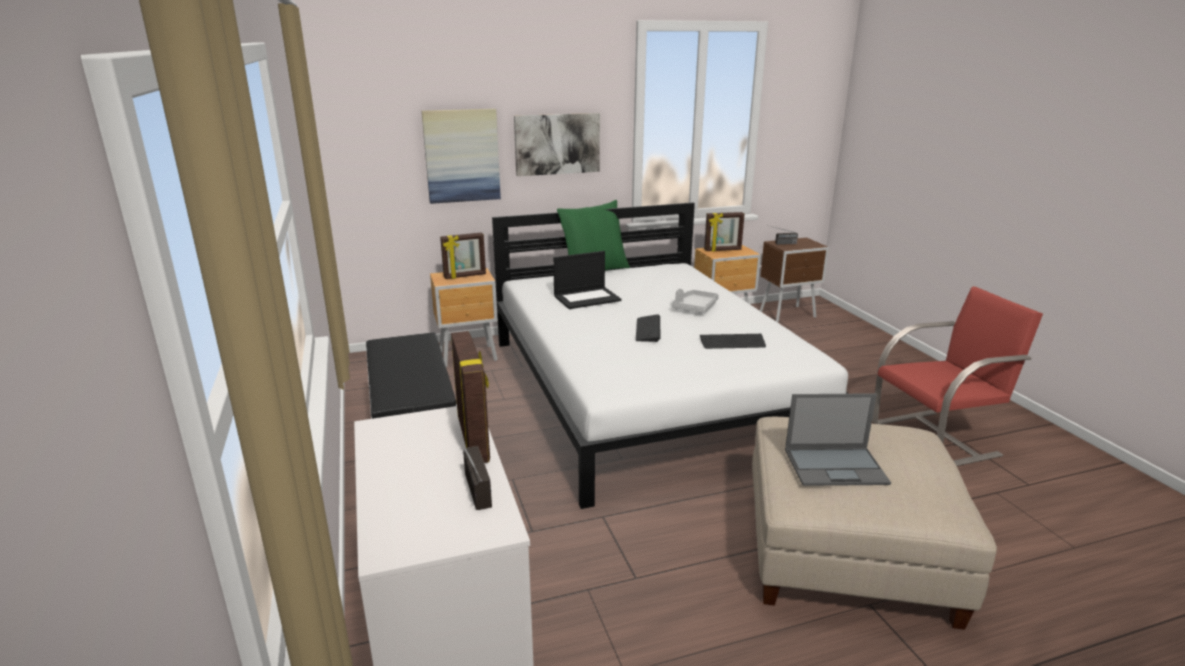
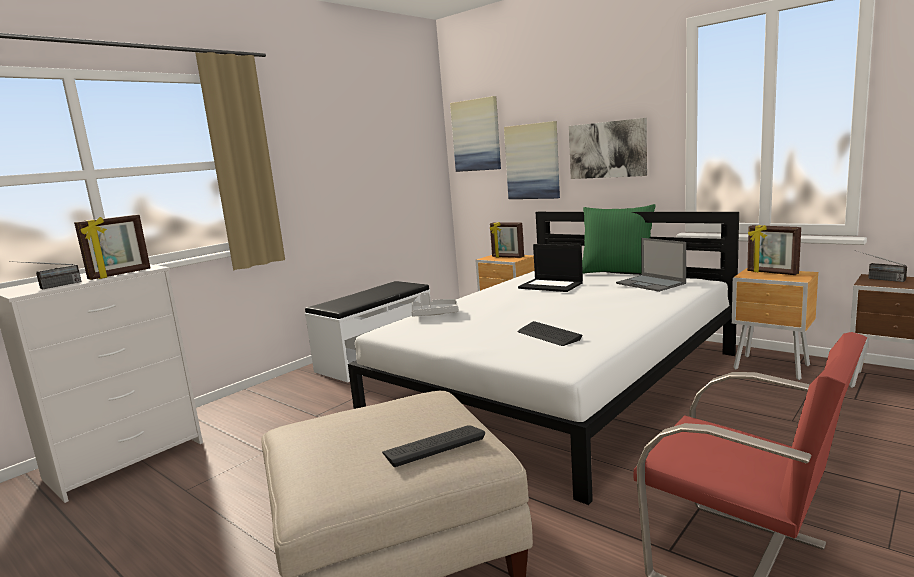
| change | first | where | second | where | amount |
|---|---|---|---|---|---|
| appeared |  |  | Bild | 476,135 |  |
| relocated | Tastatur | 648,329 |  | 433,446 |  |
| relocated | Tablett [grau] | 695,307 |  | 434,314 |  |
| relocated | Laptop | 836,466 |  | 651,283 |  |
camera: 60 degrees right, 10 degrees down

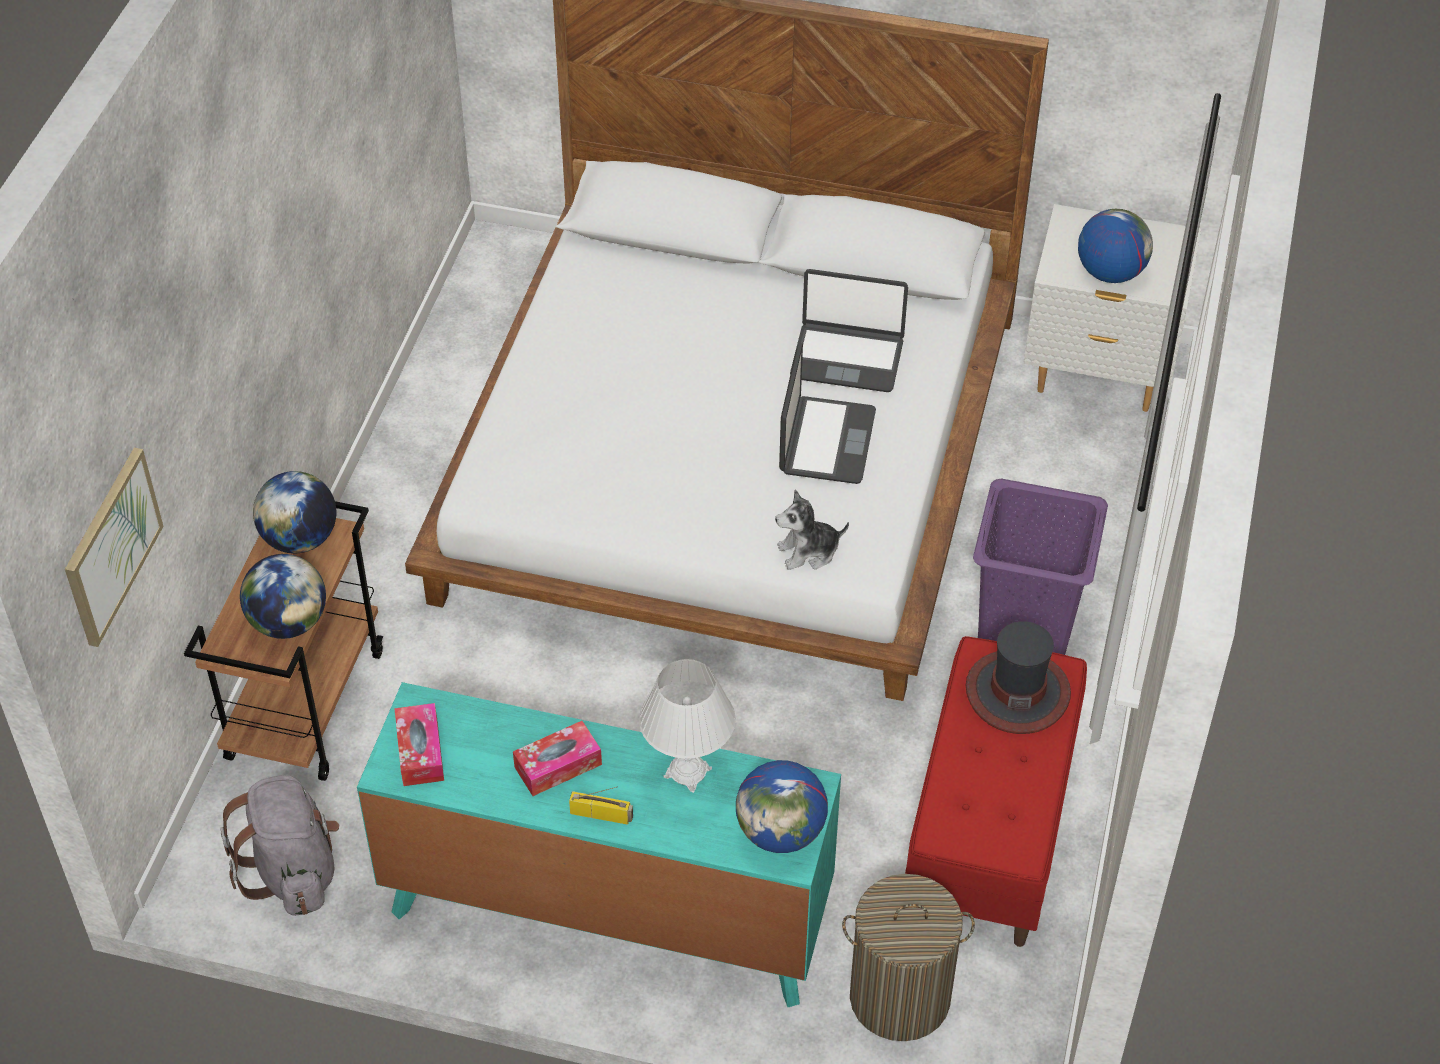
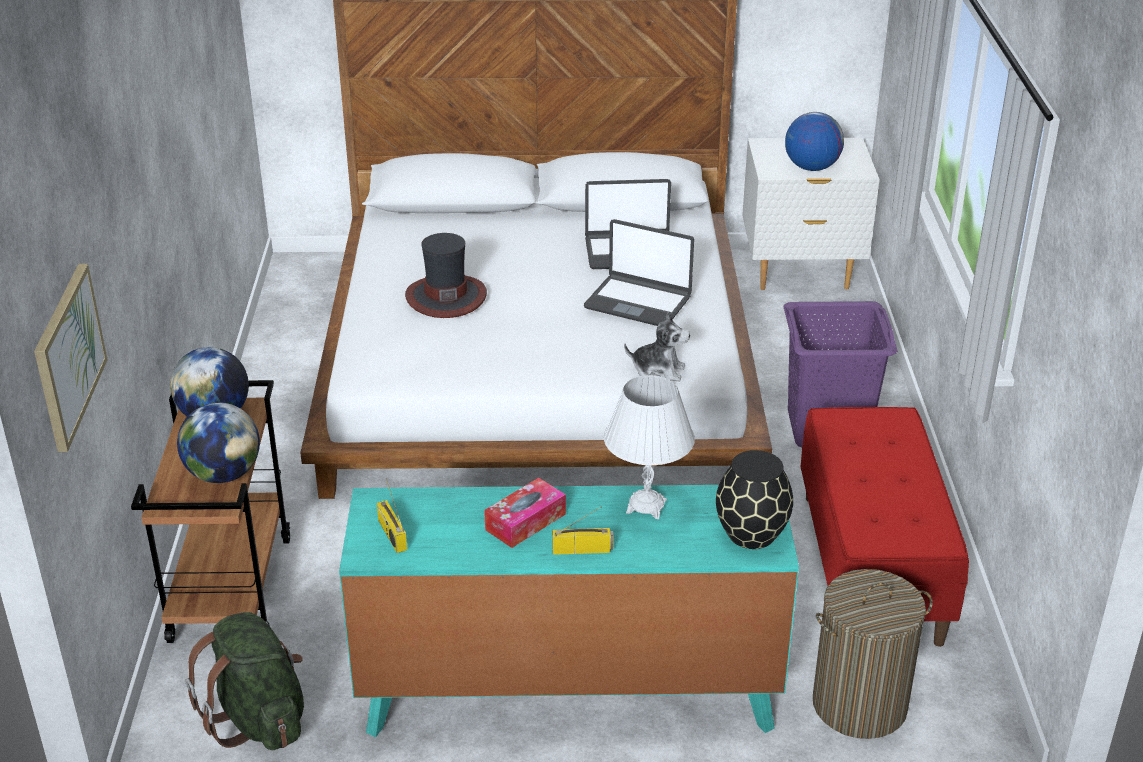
| change | first | where | second | where | amount |
|---|---|---|---|---|---|
| relocated | Hut | 1017,691 |  | 446,296 |  |
| exchanged | Taschentuchbox | 420,752 | Radio | 391,534 |  |
| exchanged | Globus | 781,832 | Vase [schwarz] | 752,533 |  |
| colour | Rucksack [grau] | 293,872 | Rucksack [grün] | 259,719 |  |
| spun | Plüschtier | 808,552 |  | 658,370 | 135 degrees counterclockwise |
| spun | Laptop | 826,441 |  | 638,302 | 120 degrees clockwise |
camera: 15 degrees left, 15 degrees down

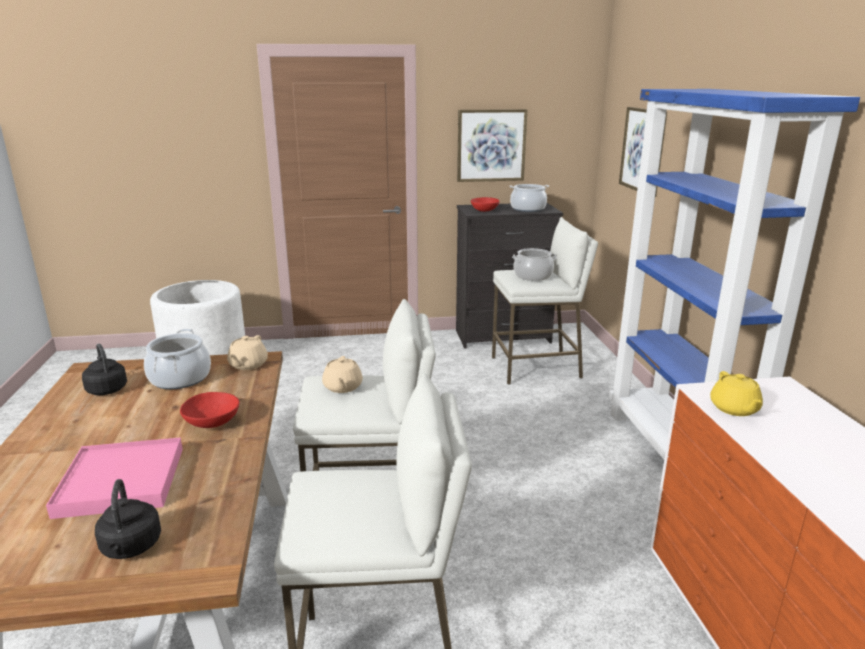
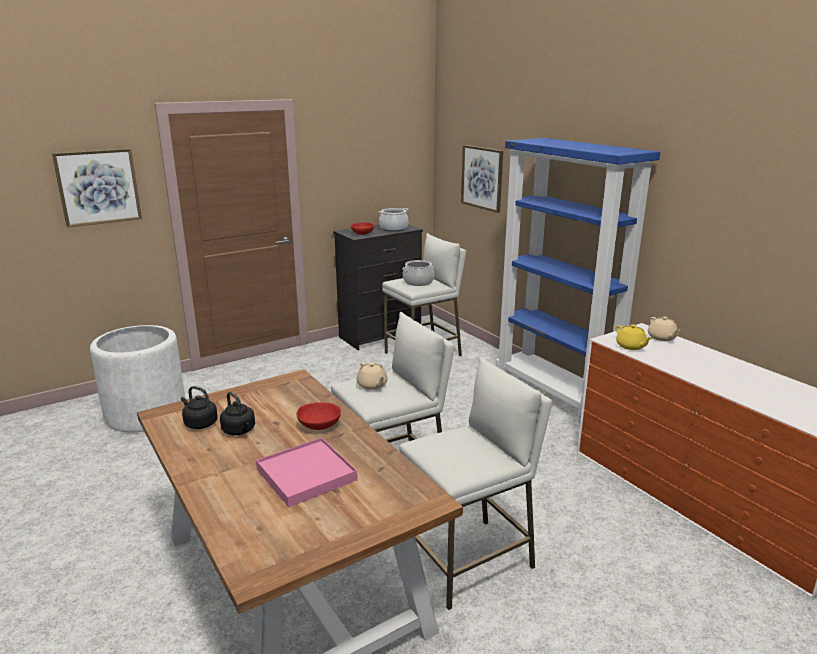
| change | first | where | second | where | amount |
|---|---|---|---|---|---|
| missing | Kochtopf | 180,378 |  |  |  |
| relocated | Wasserkessel [schwarz] | 131,548 |  | 239,431 |  |
| relocated | Teekanne [beige] | 247,365 |  | 662,338 |  |
| relocated | Bild | 491,145 |  | 98,187 |  |
camera: 25 degrees left, 0 degrees up

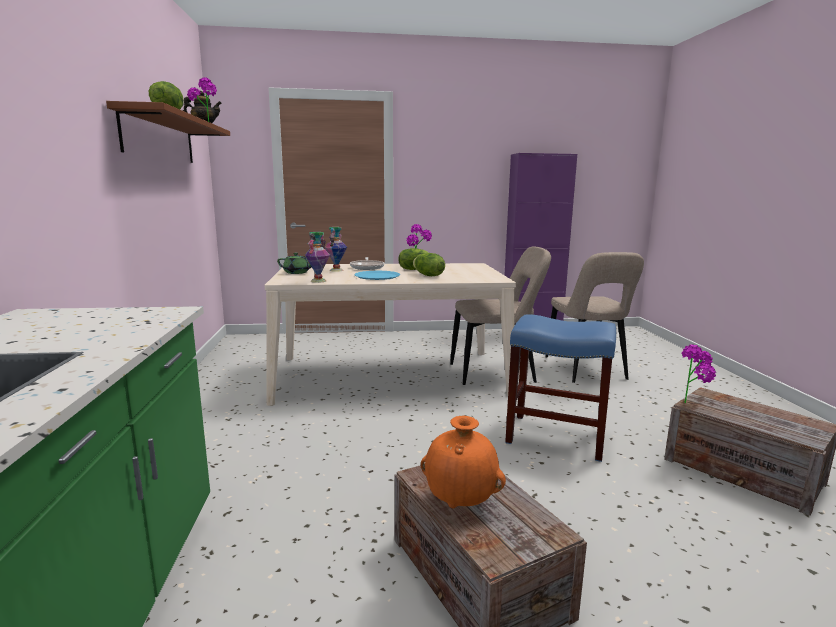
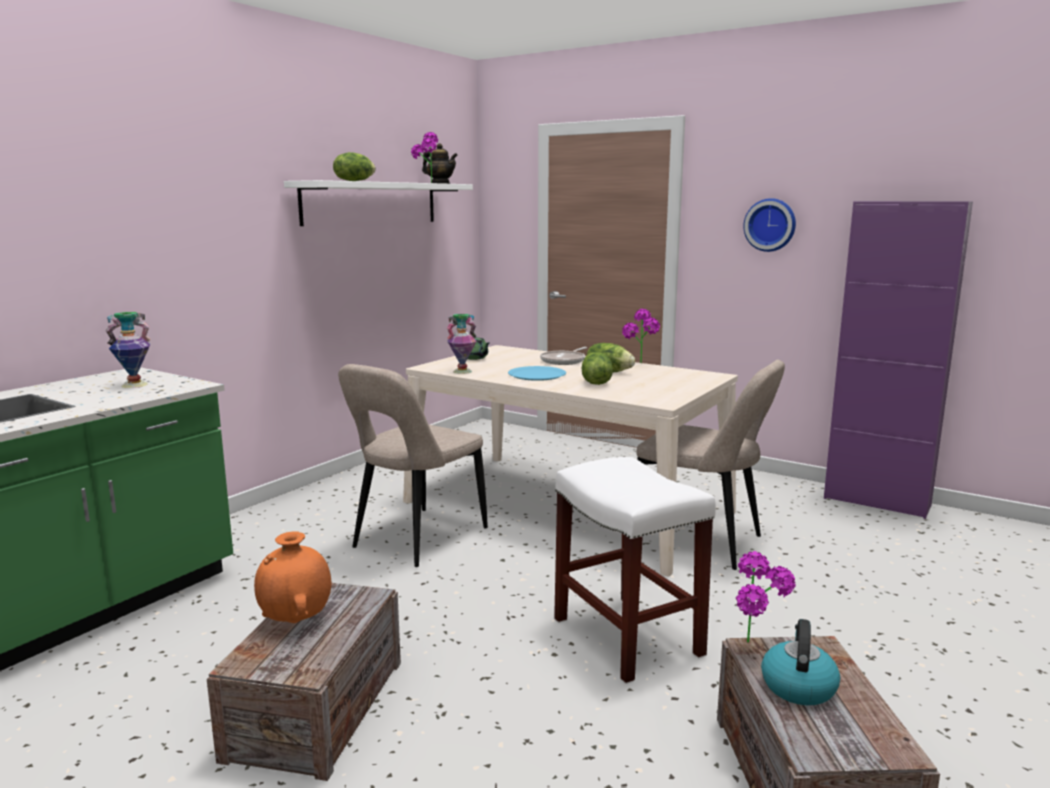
| change | first | where | second | where | amount |
|---|---|---|---|---|---|
| appeared |  |  | Wanduhr | 770,225 |  |
| appeared |  |  | Wasserkessel | 798,686 |  |
| relocated | Vase | 337,270 |  | 134,385 |  |
| relocated | Stuhl [beige] | 586,370 |  | 416,540 |  |
| colour | Wandregal [braun] | 160,138 | Wandregal [weiß] | 371,203 |  |
| colour | Hocker [blau] | 557,436 | Hocker [weiß] | 628,637 |  |
camera: 40 degrees right, 0 degrees up

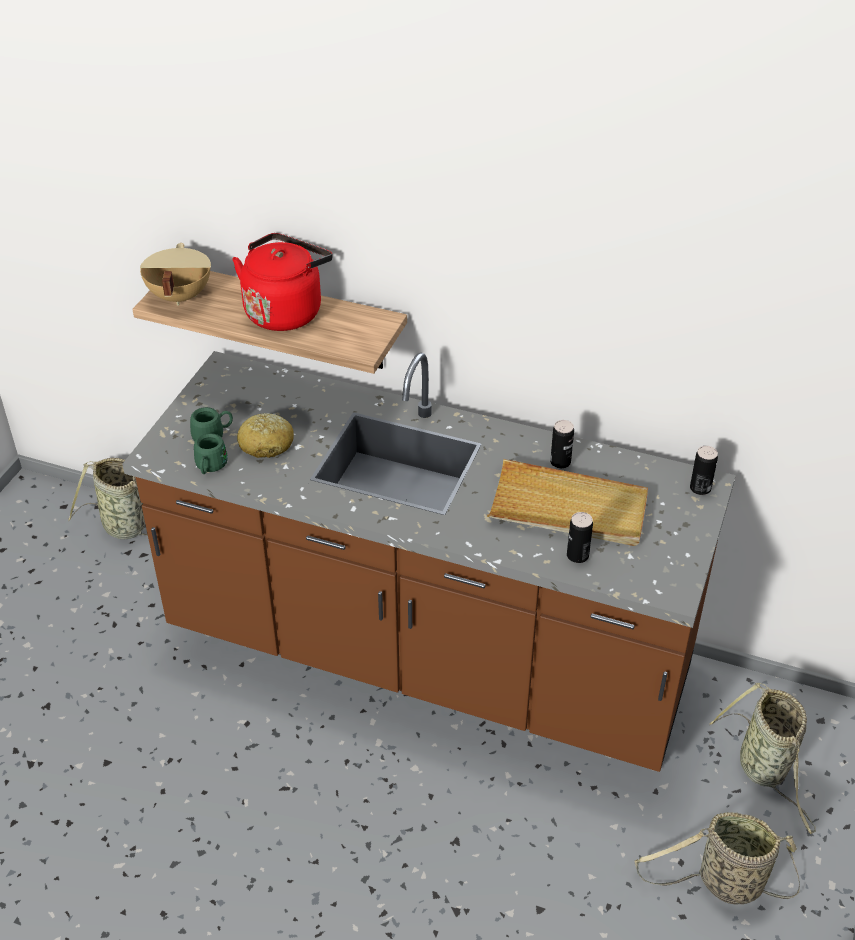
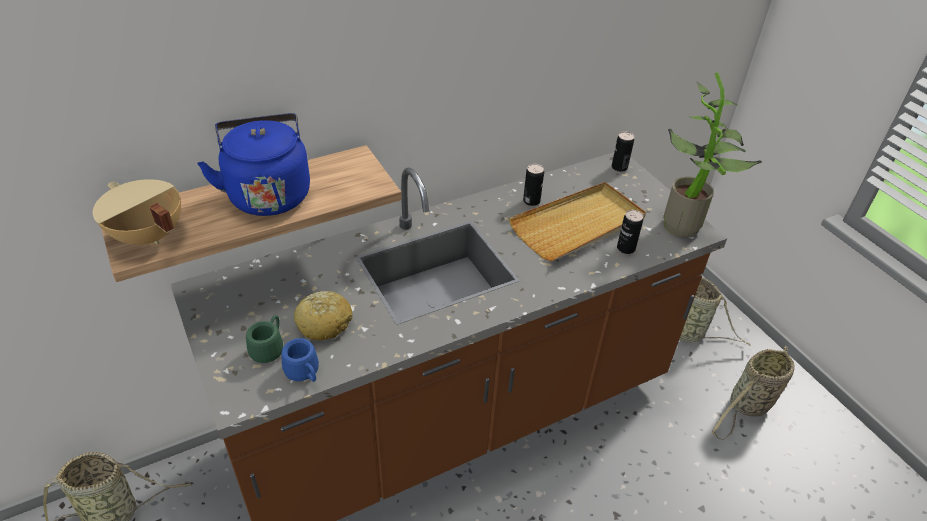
| change | first | where | second | where | amount |
|---|---|---|---|---|---|
| appeared |  |  | Topfpflanze | 686,225 |  |
| colour | Henkelbecher [grün] | 210,467 | Henkelbecher [blau] | 304,374 |  |
| colour | Wasserkessel [rot] | 285,311 | Wasserkessel [blau] | 268,193 |  |
camera: 50 degrees left, 0 degrees up

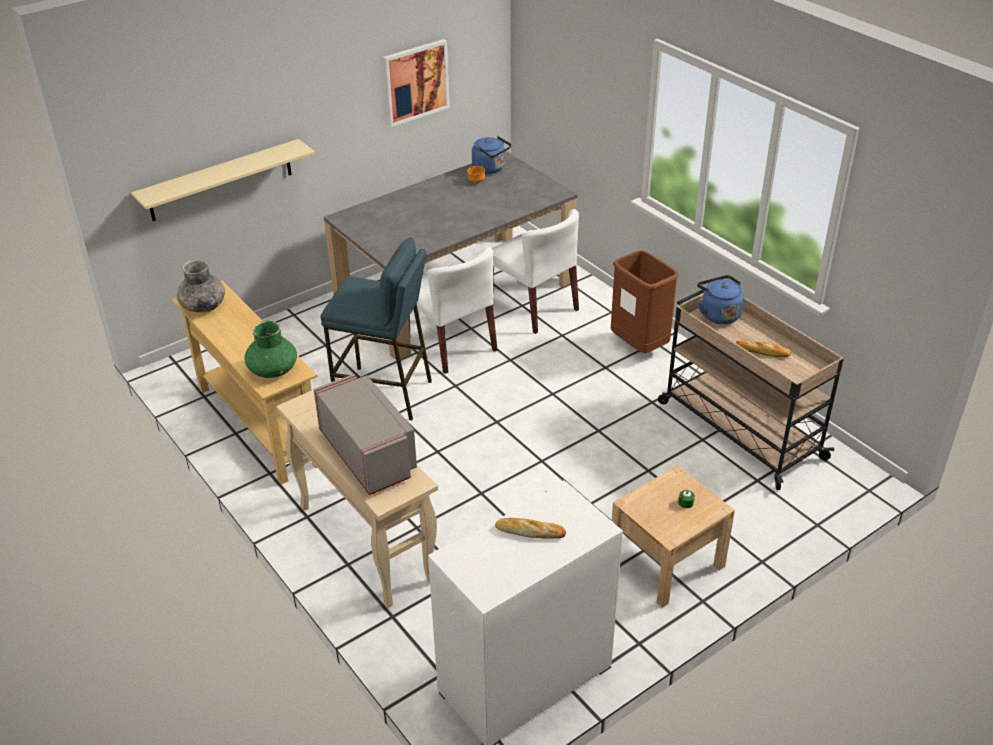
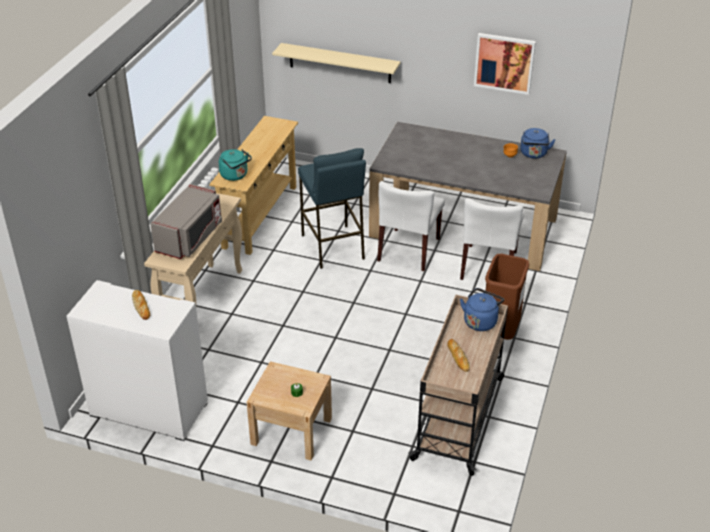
| change | first | where | second | where | amount |
|---|---|---|---|---|---|
| missing | Vase [grau] | 203,306 |  |  |  |
| exchanged | Vase [grün] | 273,370 | Wasserkessel [türkis] | 235,175 |  |
camera: 55 degrees right, 0 degrees up

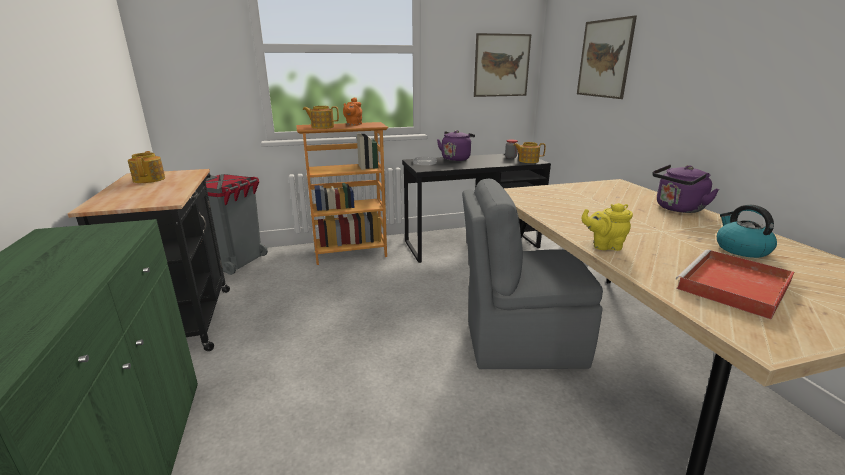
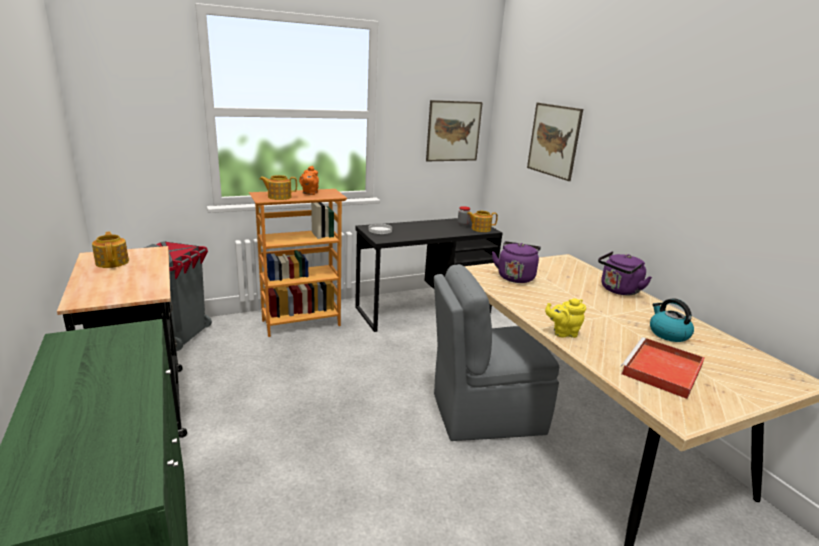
| change | first | where | second | where | amount |
|---|---|---|---|---|---|
| relocated | Wasserkessel [lila] | 456,158 |  | 515,277 |  |
camera: 10 degrees left, 0 degrees up

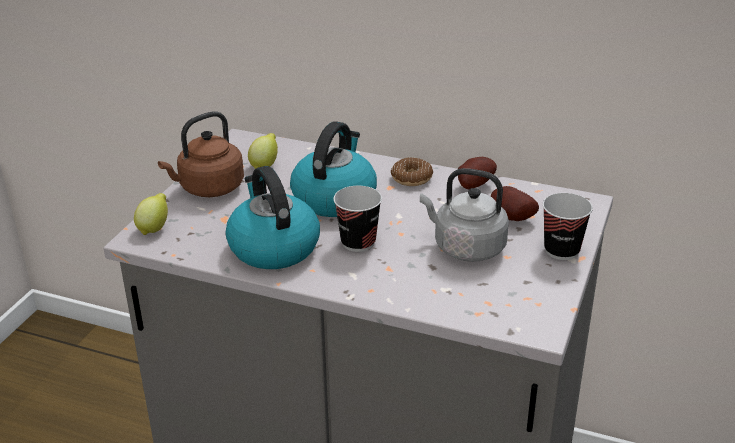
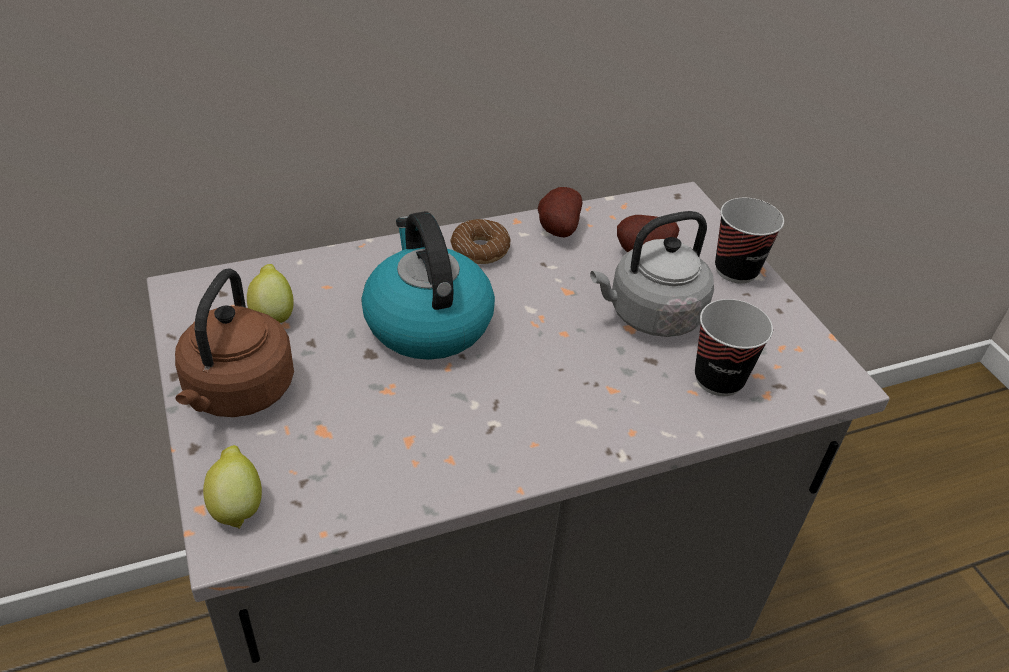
| change | first | where | second | where | amount |
|---|---|---|---|---|---|
| missing | Wasserkessel | 273,247 |  |  |  |
| relocated | Tasse | 358,242 |  | 718,379 |  |
camera: 45 degrees left, 10 degrees up

